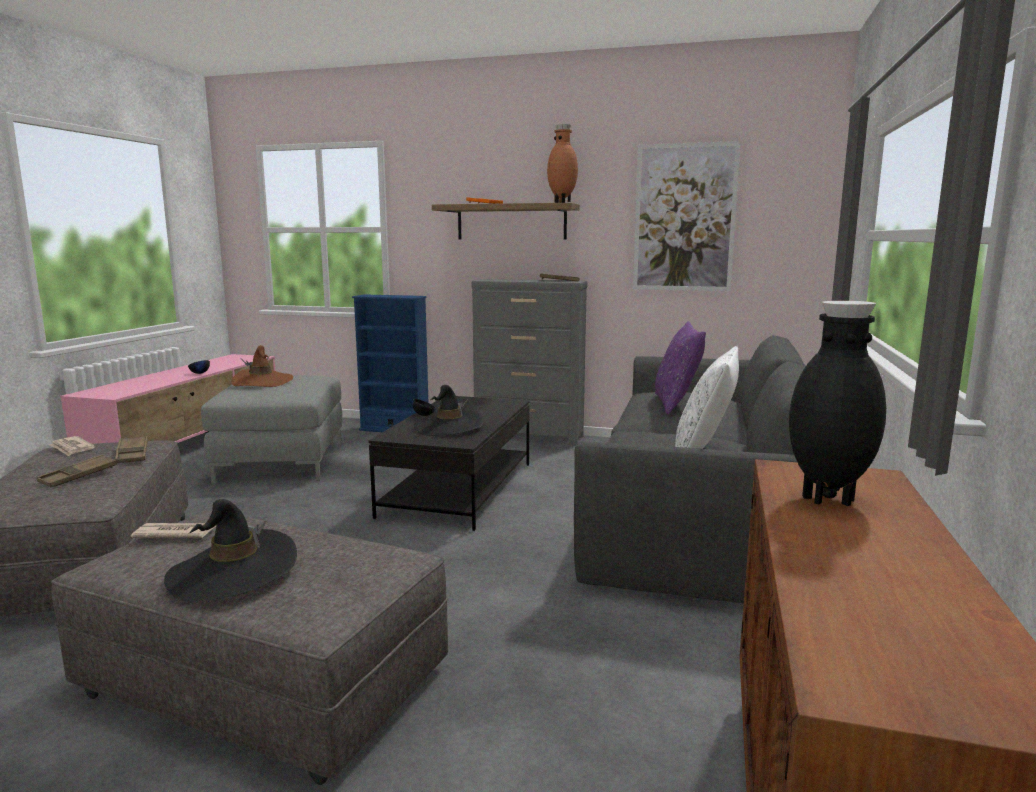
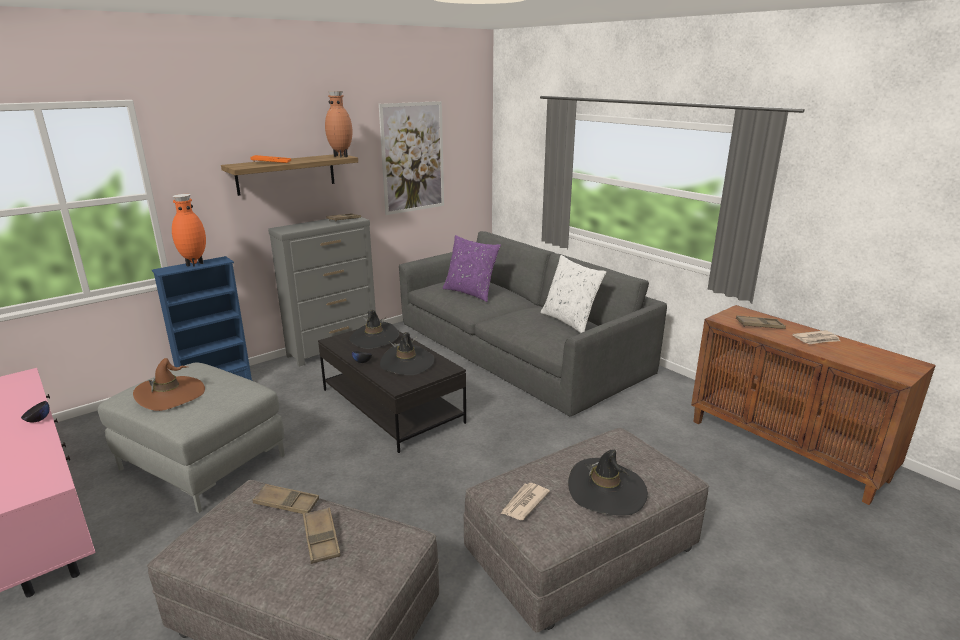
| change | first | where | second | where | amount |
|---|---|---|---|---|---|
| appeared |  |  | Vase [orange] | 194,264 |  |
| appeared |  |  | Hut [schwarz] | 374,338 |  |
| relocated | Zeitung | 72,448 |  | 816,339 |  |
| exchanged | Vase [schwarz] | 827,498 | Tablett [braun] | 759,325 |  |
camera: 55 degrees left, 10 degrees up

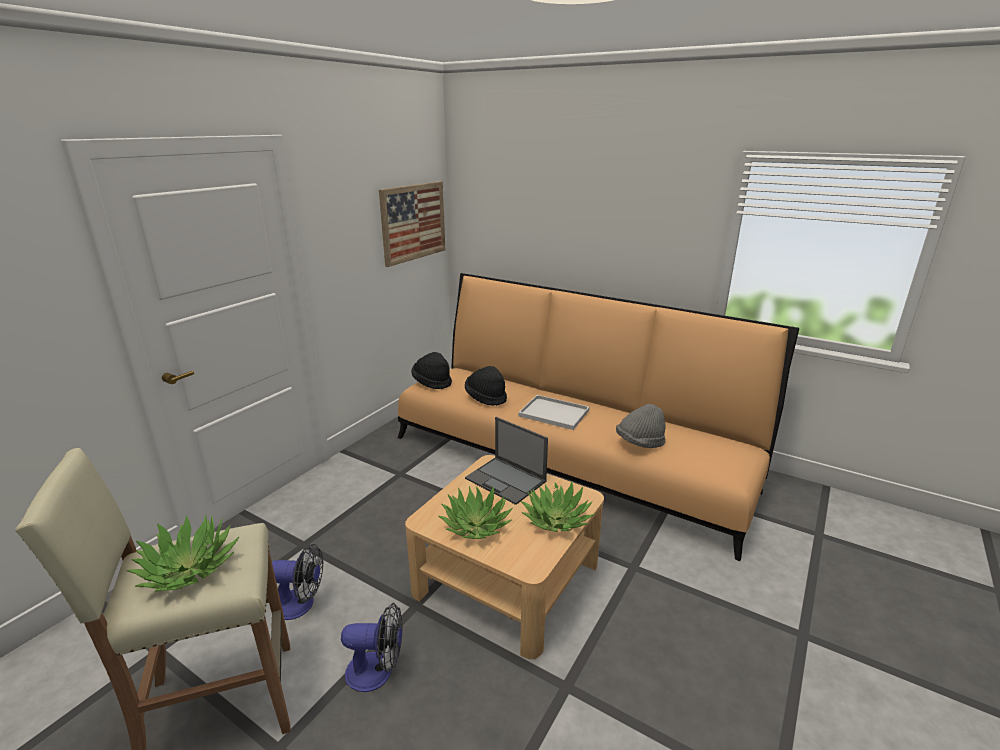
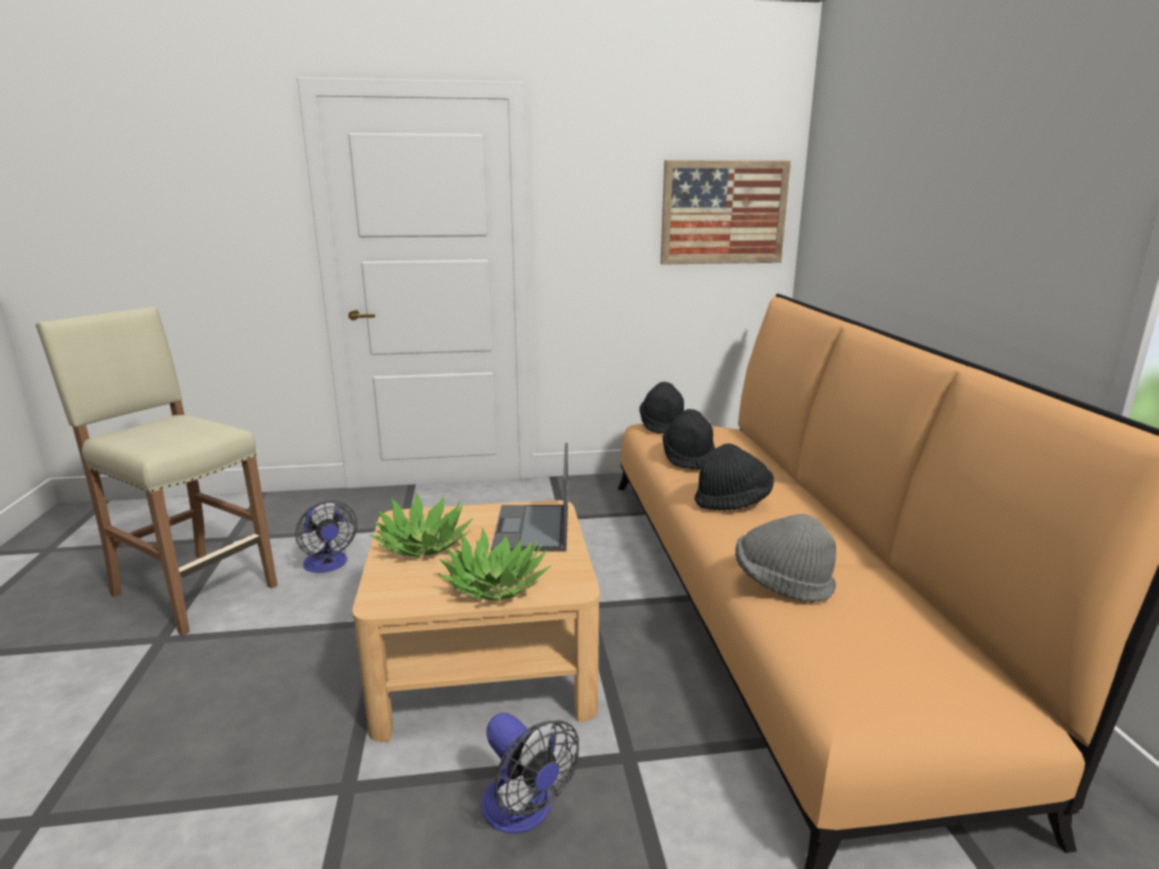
| change | first | where | second | where | amount |
|---|---|---|---|---|---|
| missing | Topfpflanze | 189,568 |  |  |  |
| relocated | Ventilator | 377,671 |  | 524,812 |  |
| exchanged | Tablett [weiß] | 552,413 | Hut [schwarz] | 733,502 |  |
camera: 50 degrees right, 5 degrees down

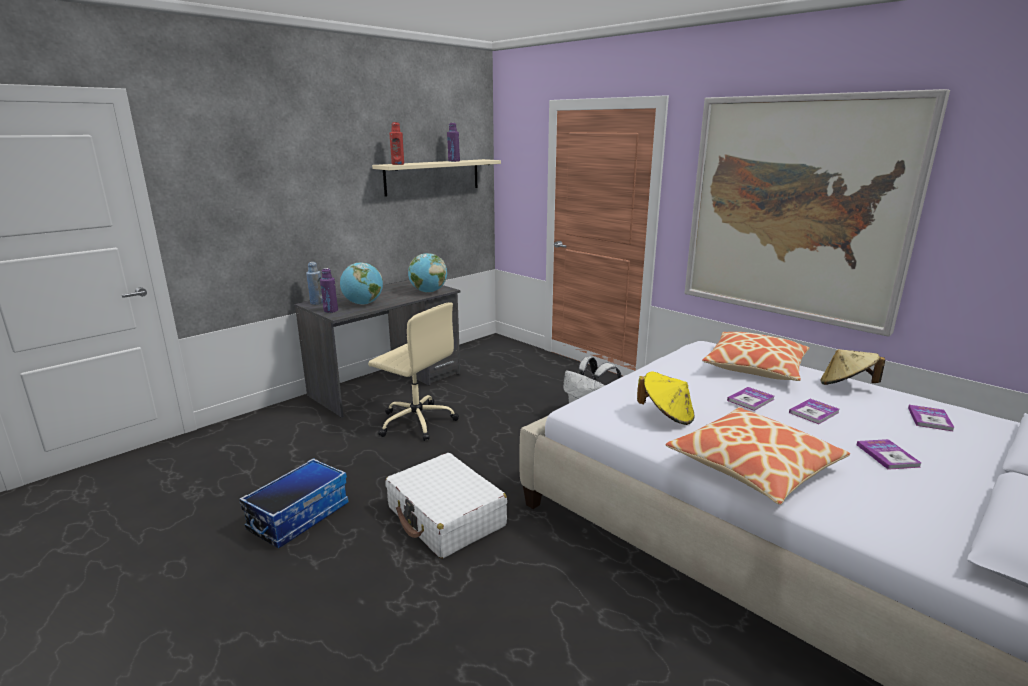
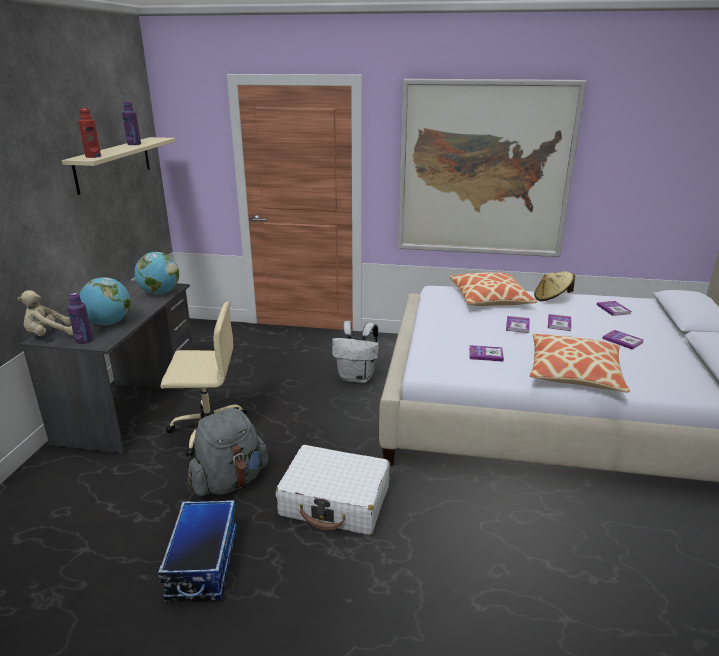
| change | first | where | second | where | amount |
|---|---|---|---|---|---|
| appeared |  |  | Rucksack [grau] | 230,481 |  |
| exchanged | Flasche [blau] | 317,303 | Plüschtier [beige] | 49,335 |  |
| exchanged | Hut [gelb] | 666,416 | Buch | 486,354 |  |
camera: 35 degrees left, 5 degrees up

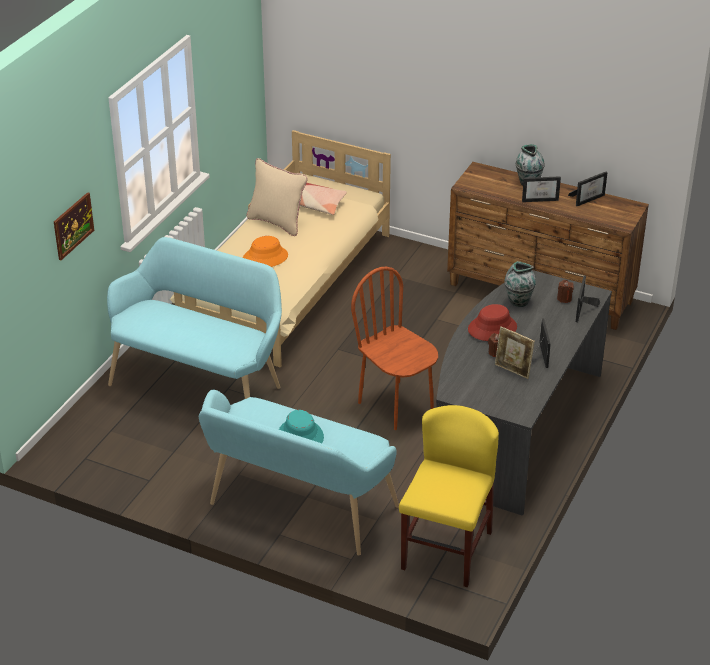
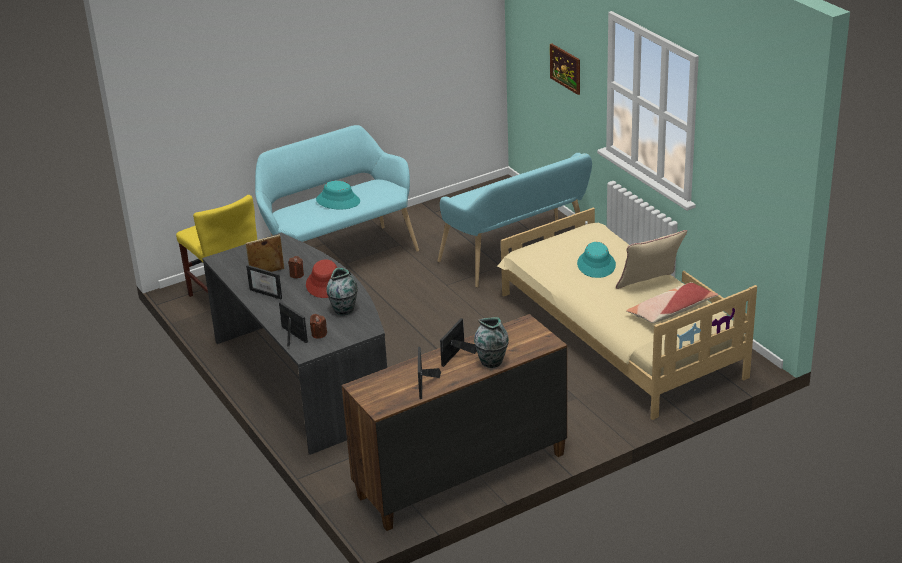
| change | first | where | second | where | amount |
|---|---|---|---|---|---|
| missing | Stuhl [braun] | 396,405 |  |  |  |
| colour | Hut [orange] | 265,257 | Hut [türkis] | 596,265 |  |
camera: 125 degrees right, 5 degrees down

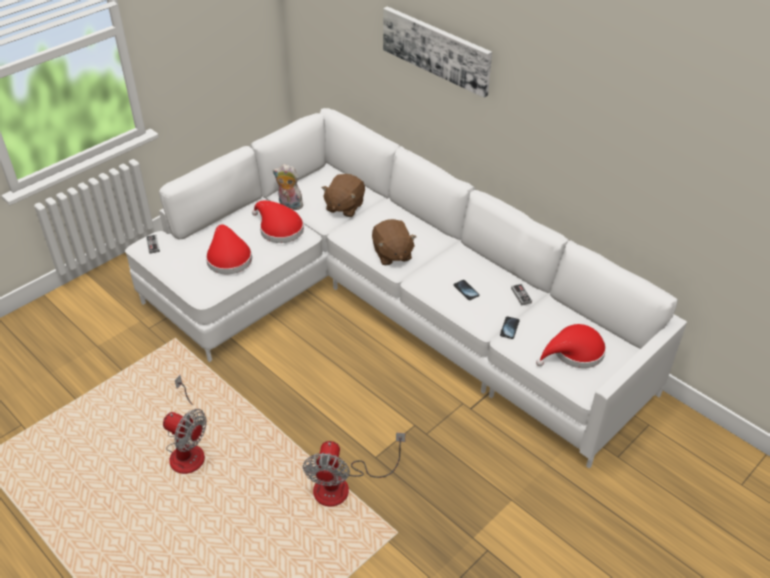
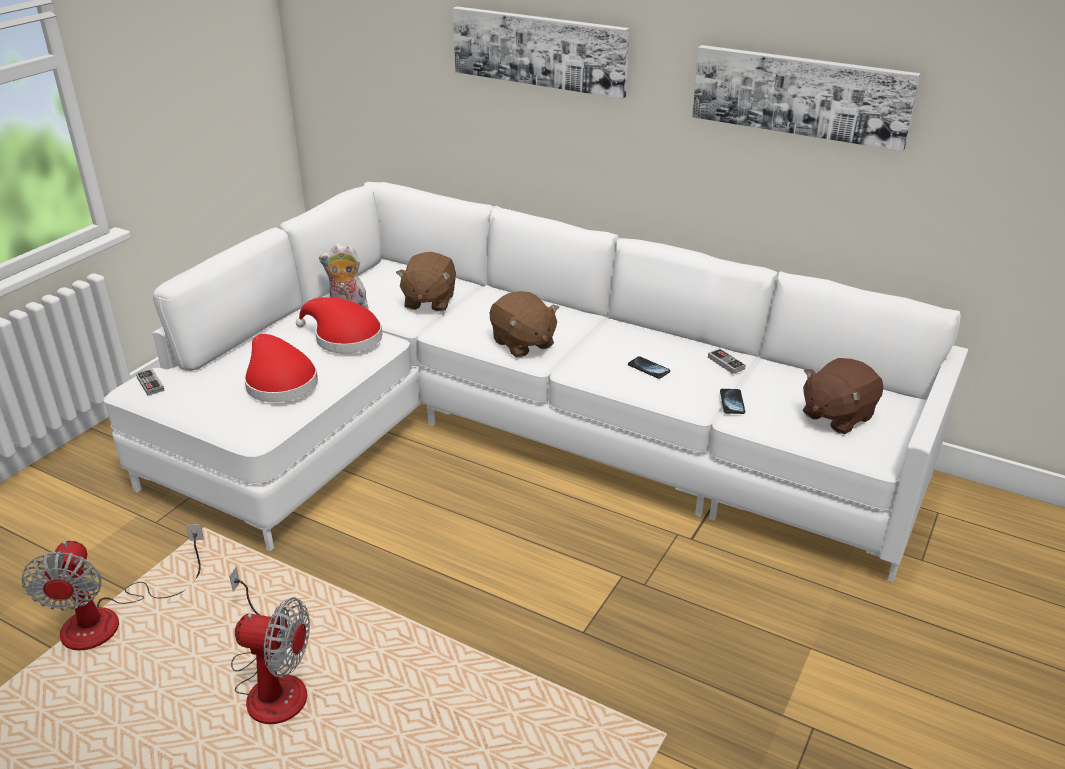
| change | first | where | second | where | amount |
|---|---|---|---|---|---|
| appeared |  |  | Bild | 800,95 |  |
| relocated | Ventilator | 343,485 |  | 111,619 |  |
| exchanged | Hut [rot] | 574,353 | Plüschtier [braun] | 836,415 |  |
camera: 15 degrees left, 10 degrees down

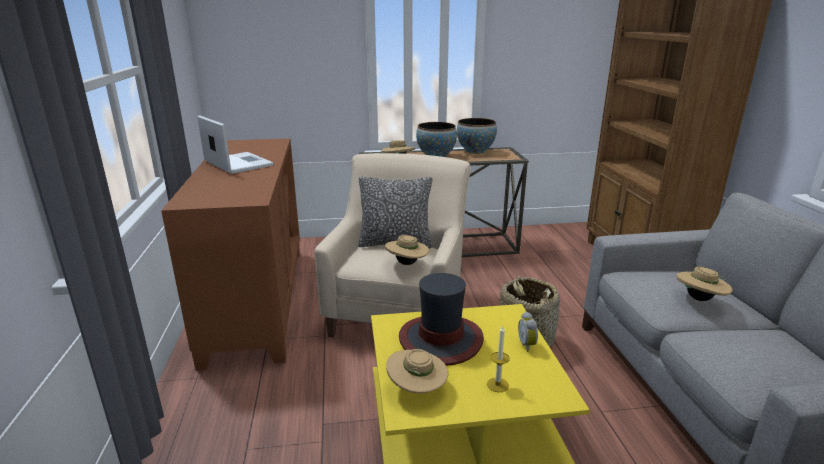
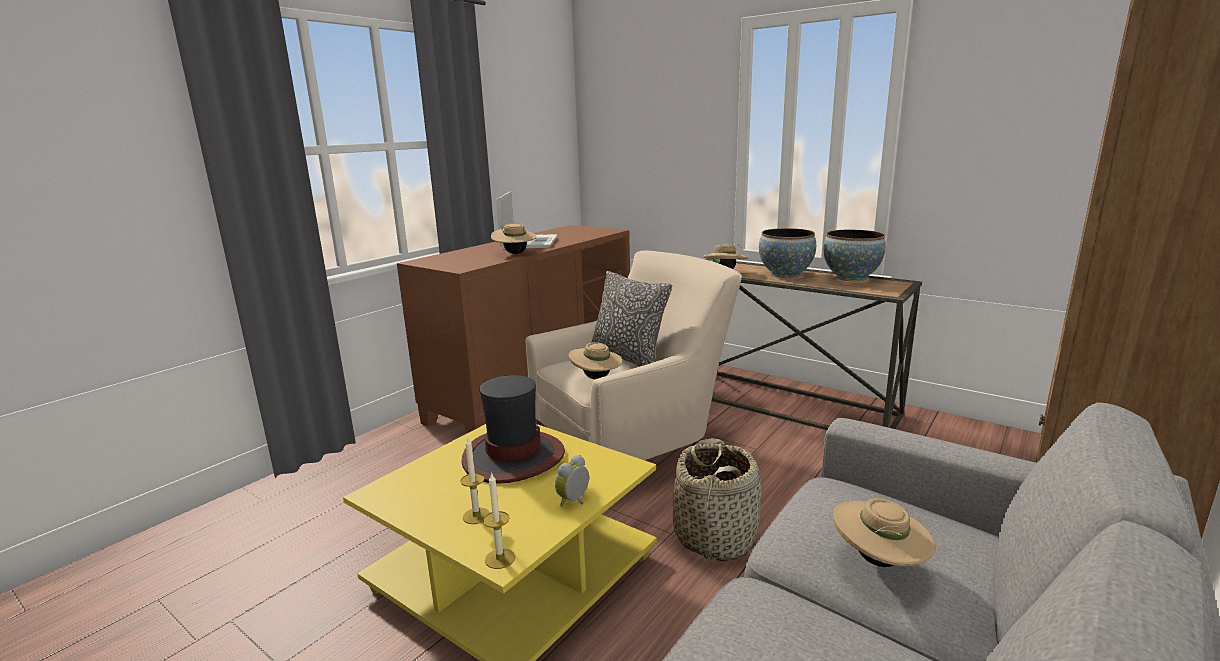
| change | first | where | second | where | amount |
|---|---|---|---|---|---|
| appeared |  |  | Kerze | 500,558 |  |
| relocated | Hut [beige] | 417,389 |  | 515,253 |  |
camera: 45 degrees right, 5 degrees down

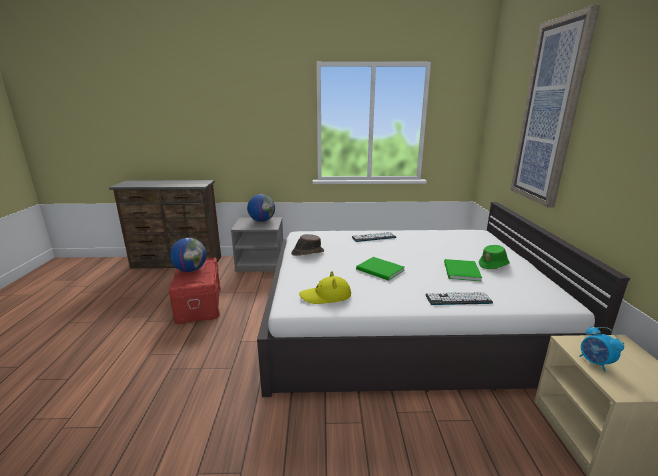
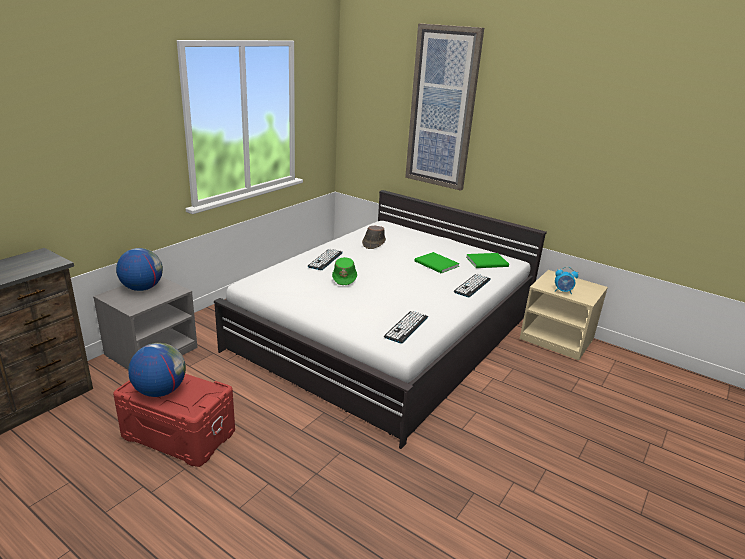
| change | first | where | second | where | amount |
|---|---|---|---|---|---|
| relocated | Hut [braun] | 307,252 |  | 373,243 |  |
| relocated | Buch [grün] | 380,270 |  | 488,262 |  |
| relocated | Hut [grün] | 494,265 |  | 344,278 |  |
| exchanged | Hut [gelb] | 326,296 | Tastatur | 406,327 |  |
camera: 55 degrees left, 5 degrees up

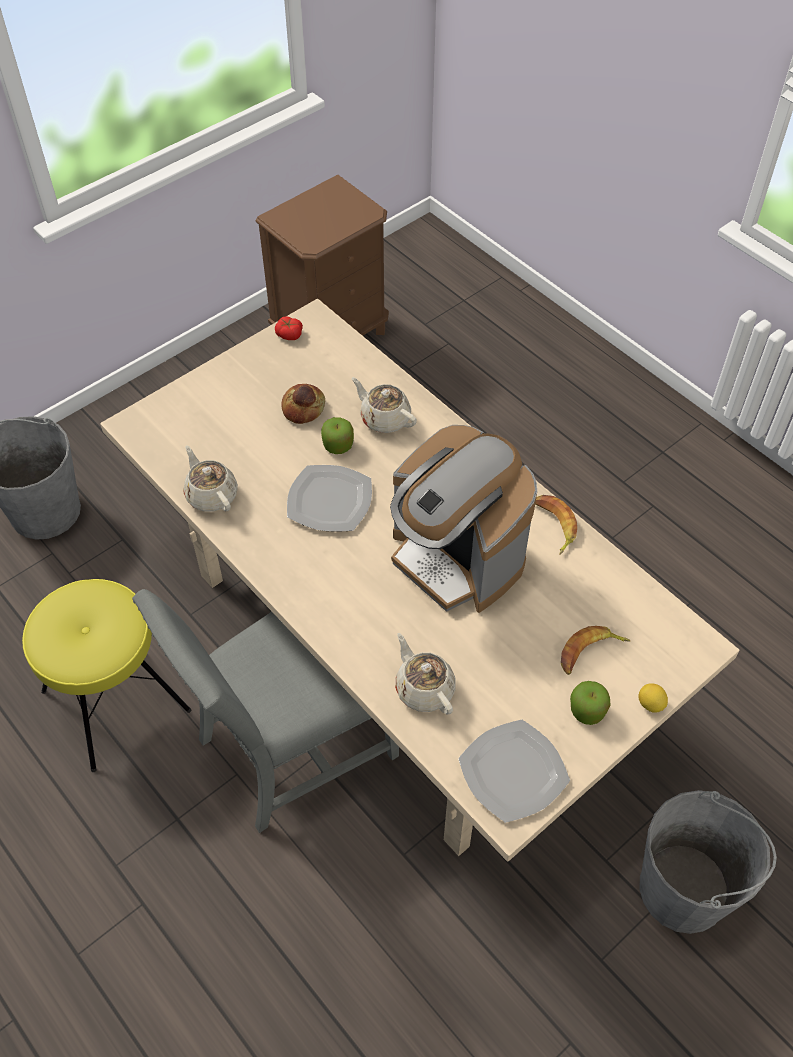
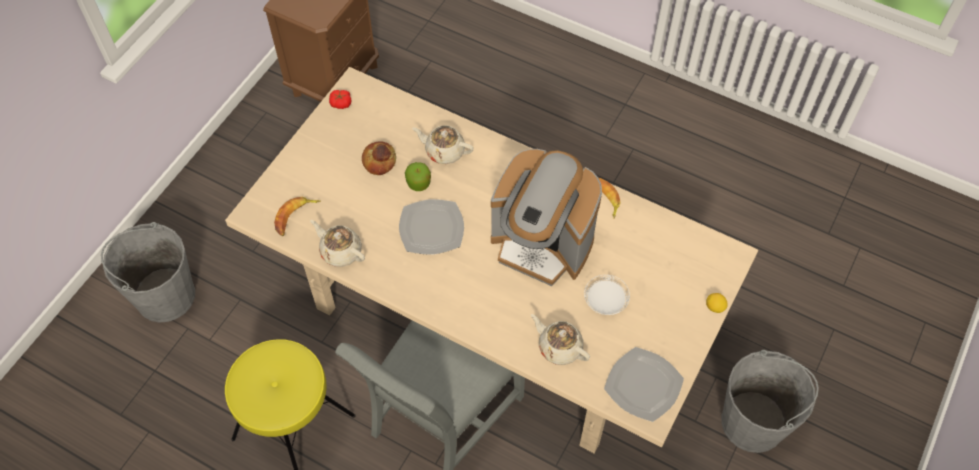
| change | first | where | second | where | amount |
|---|---|---|---|---|---|
| missing | Apfel | 587,710 |  |  |  |
| appeared |  |  | Teller [weiß] | 605,302 |  |
| relocated | Banane | 589,653 |  | 295,217 |  |
camera: 20 degrees left, 5 degrees up

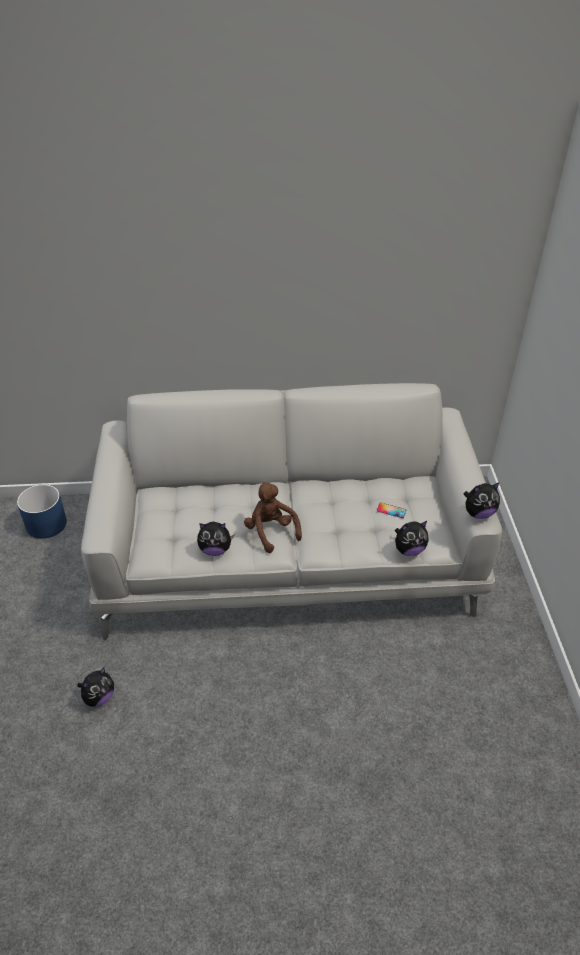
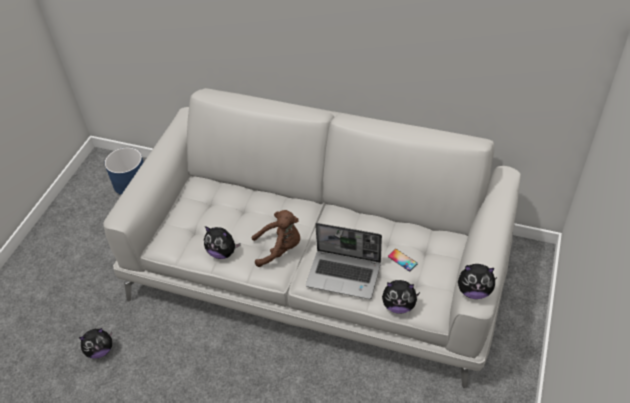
| change | first | where | second | where | amount |
|---|---|---|---|---|---|
| appeared |  |  | Laptop | 344,274 |  |
| spun | Plüschtier [braun] | 271,531 |  | 280,249 | 90 degrees clockwise |
camera: 25 degrees right, 5 degrees up

